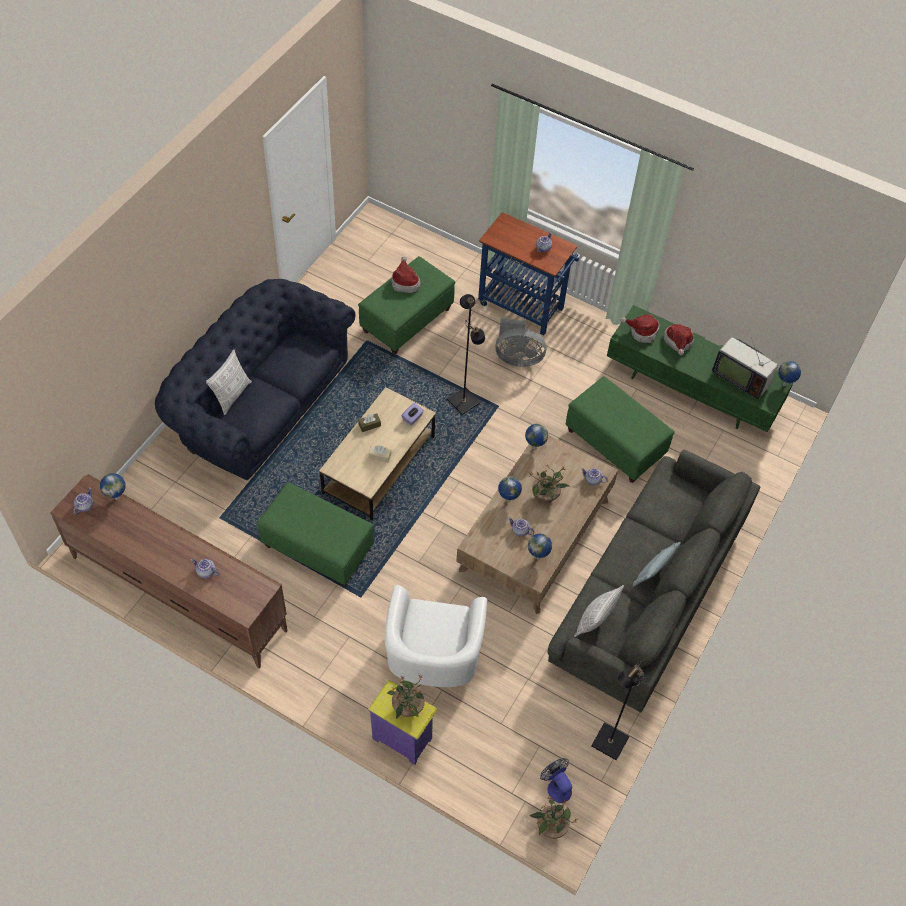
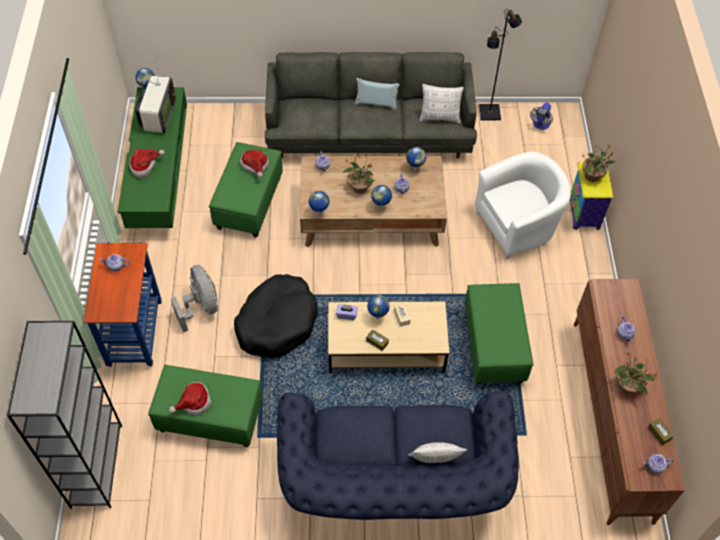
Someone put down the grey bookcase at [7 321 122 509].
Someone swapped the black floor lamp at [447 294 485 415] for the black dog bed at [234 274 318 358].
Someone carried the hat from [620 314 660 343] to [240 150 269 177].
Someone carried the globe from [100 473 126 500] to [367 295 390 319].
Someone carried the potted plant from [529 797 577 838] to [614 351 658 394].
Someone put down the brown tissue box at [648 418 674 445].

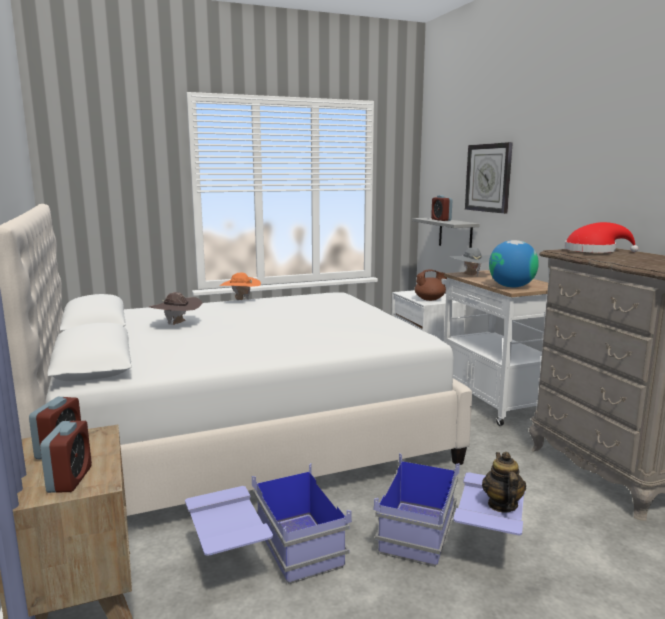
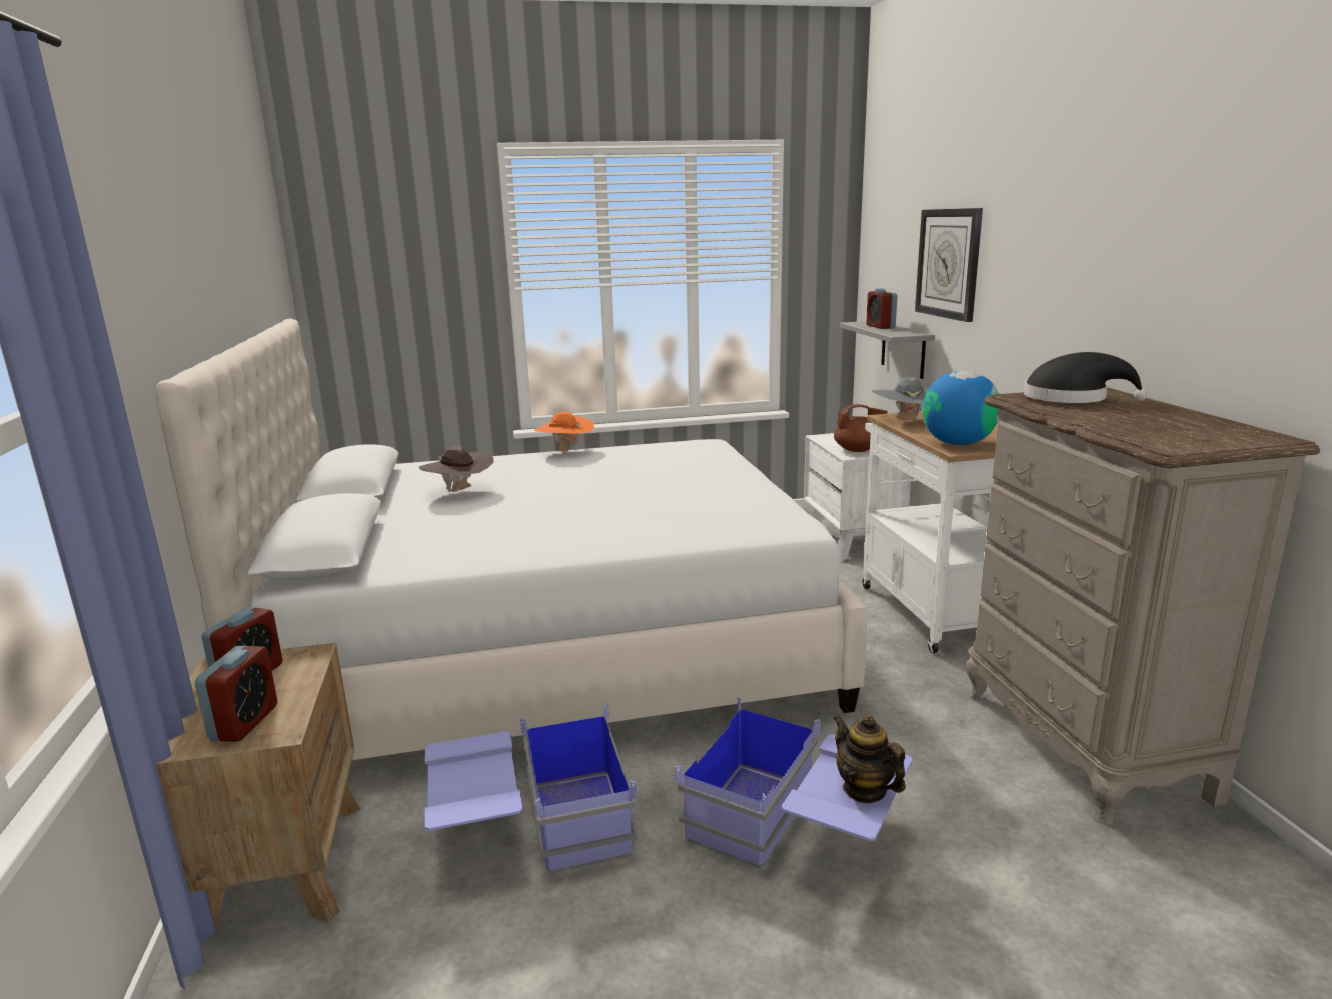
Someone rotated the teapot at [482 452 526 513] by 45 degrees counterclockwise.
Someone repainted the red hat at [564 222 639 253], which became the black hat at [1024 352 1147 403].

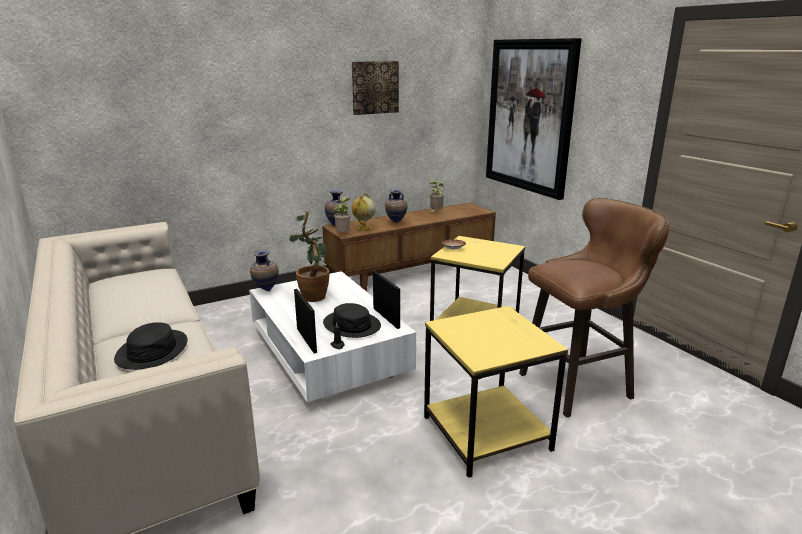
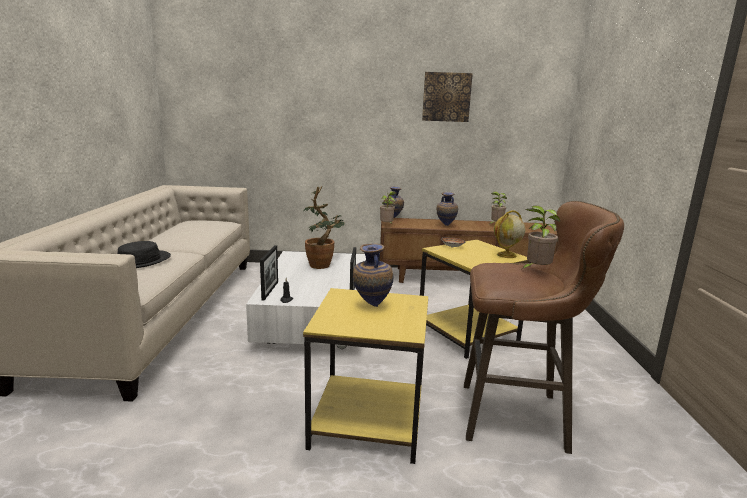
Someone carried the vase from [250 249 279 291] to [353 243 393 307].
Someone carried the globe from [352 193 376 231] to [494 210 525 258].
Someone put down the potted plant at [522 206 560 269].
Someone took away the black hat at [323 303 381 338].
Someone took away the picture at [486 38 582 200].

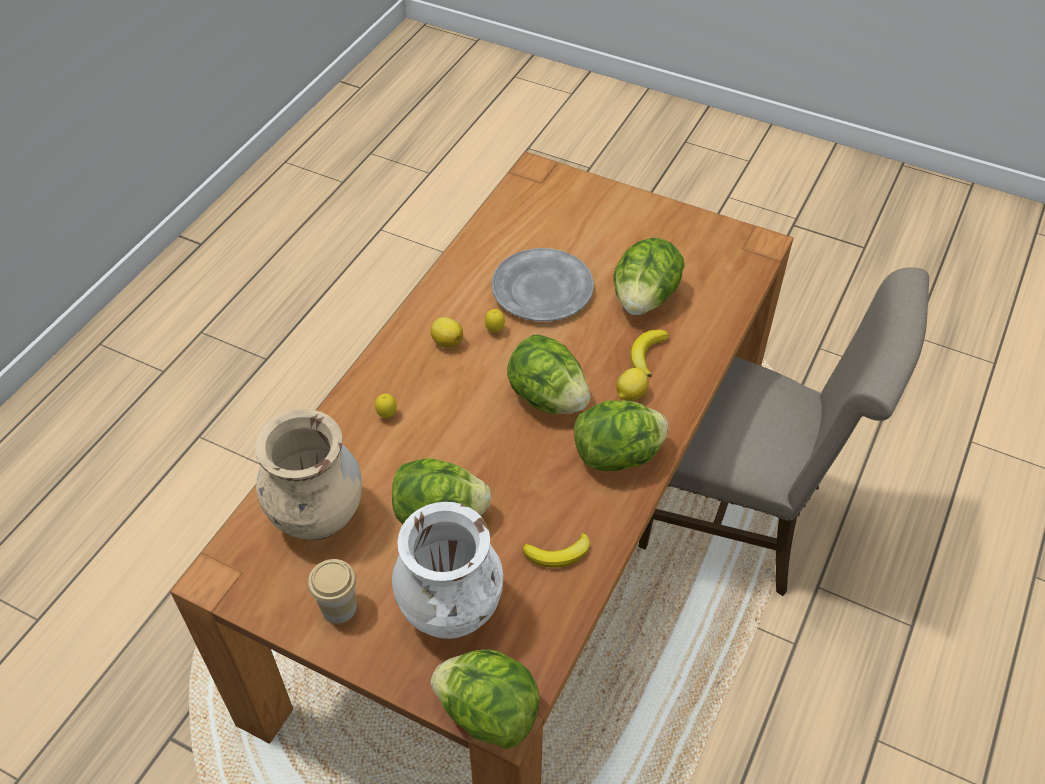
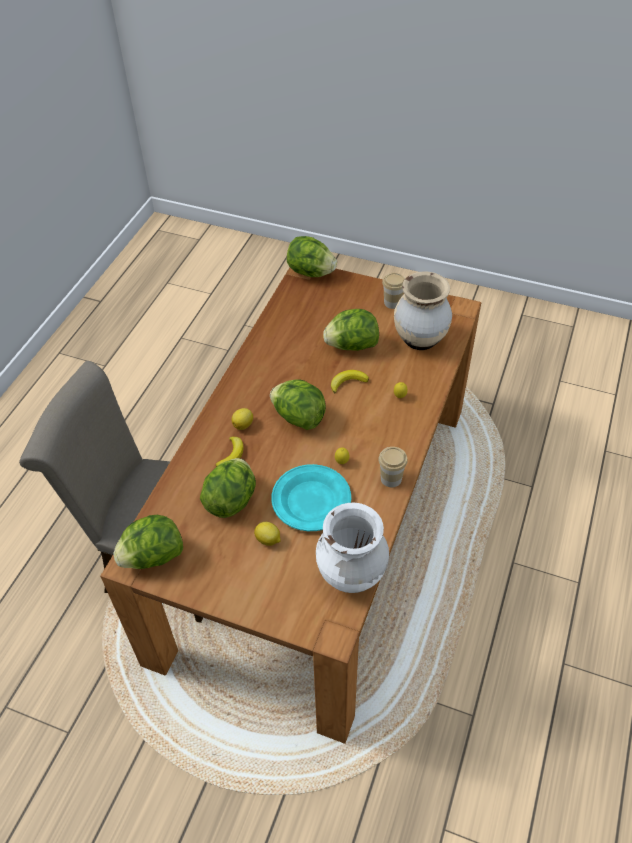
Someone carried the lettuce from [574 400 668 471] to [113 515 183 569].
Someone carried the lemon from [431 317 463 348] to [254 522 280 546].
Someone repainted the grey plate at [491 248 594 322], which became the turquoise plate at [271 464 351 531].
Someone carried the white vase from [392 502 503 639] to [316 503 389 593].
Someone carried the banana from [523 533 590 568] to [331 370 369 394].
Someone put down the cup at [378 447 408 487].

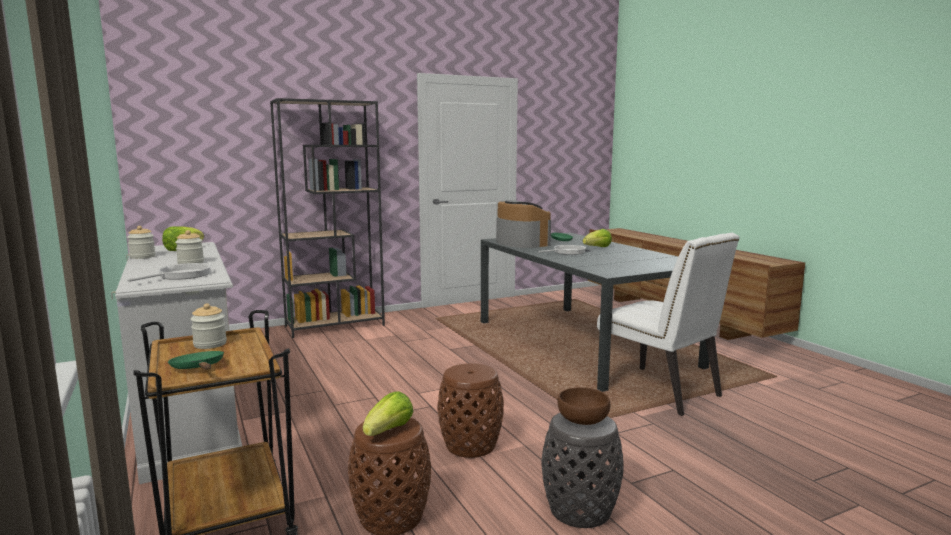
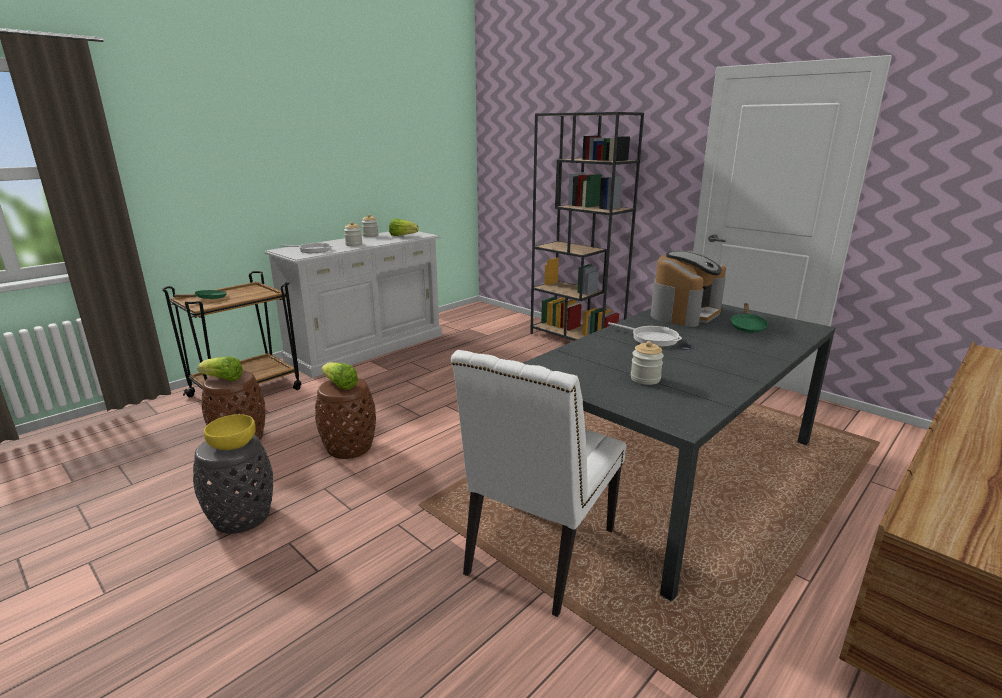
Someone repainted the brown bowl at [558 387 610 425], which became the yellow bowl at [204 414 256 450].
Someone carried the lettuce from [583 229 612 247] to [321 362 358 390].
Someone carried the jar from [191 303 227 349] to [631 341 664 385].

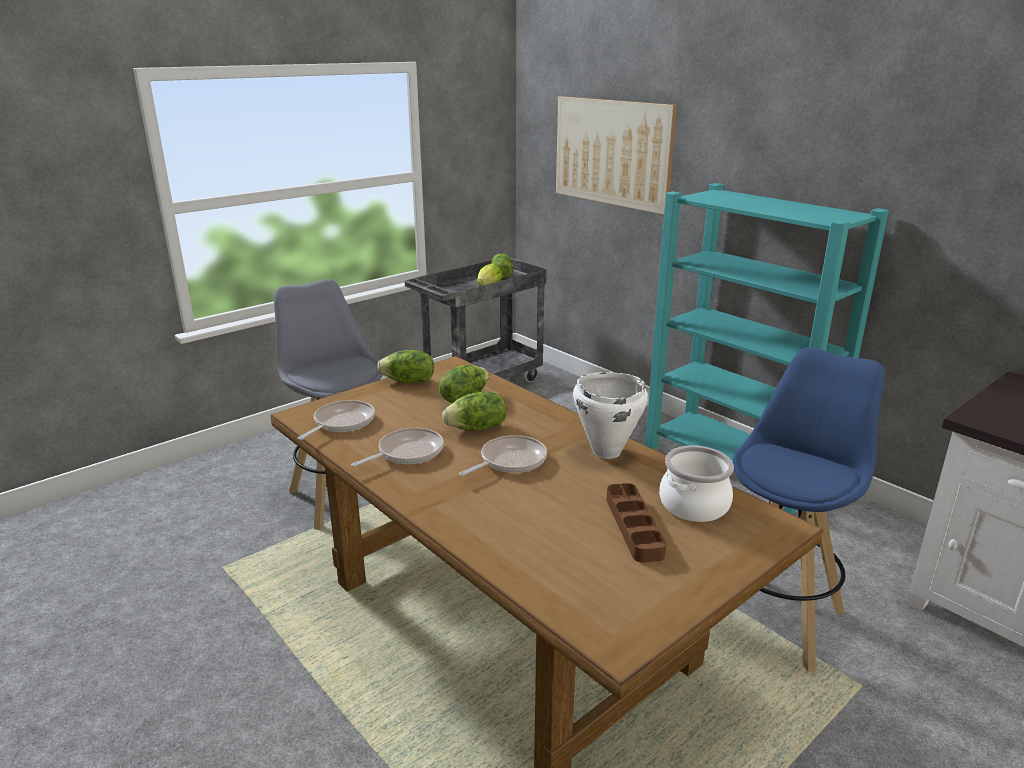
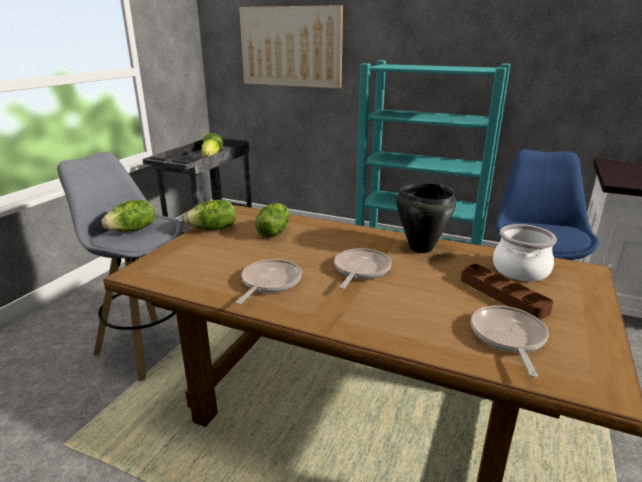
Someone carried the lettuce from [442 392 507 431] to [102 200 155 232].
Someone repainted the white cooking pot at [573 372 648 459], which became the black cooking pot at [396 183 456 253].
Someone carried the frying pan from [298 400 375 440] to [471 306 549 377].

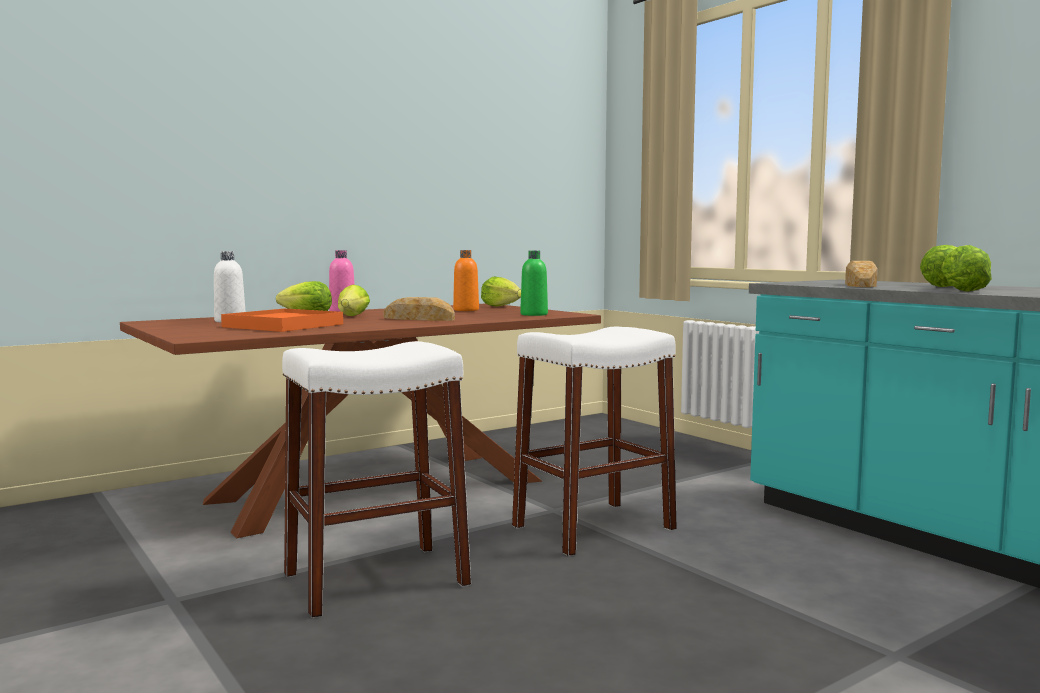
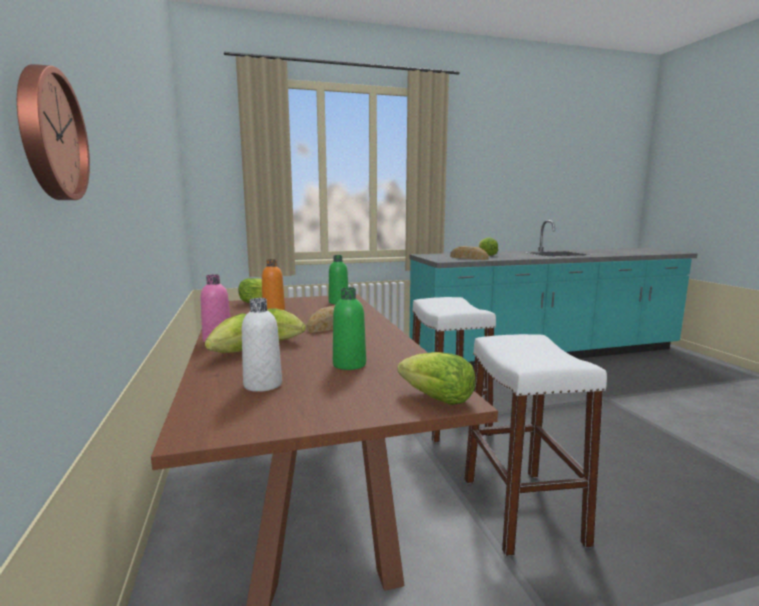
Someone put up the wall clock at [17 64 90 200].
Someone swapped the orange tray at [221 309 343 332] for the green bottle at [333 287 366 370].
Someone carried the lettuce from [941 245 992 292] to [397 352 476 405].

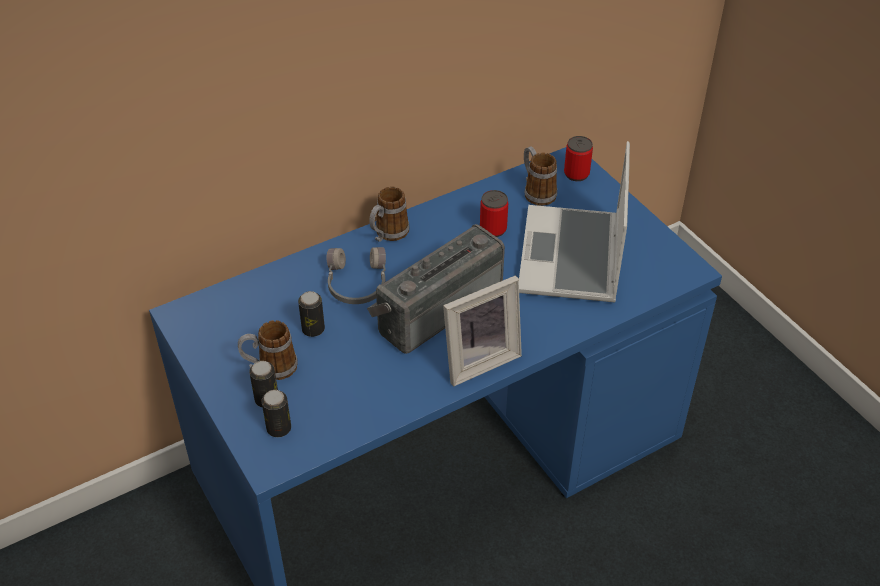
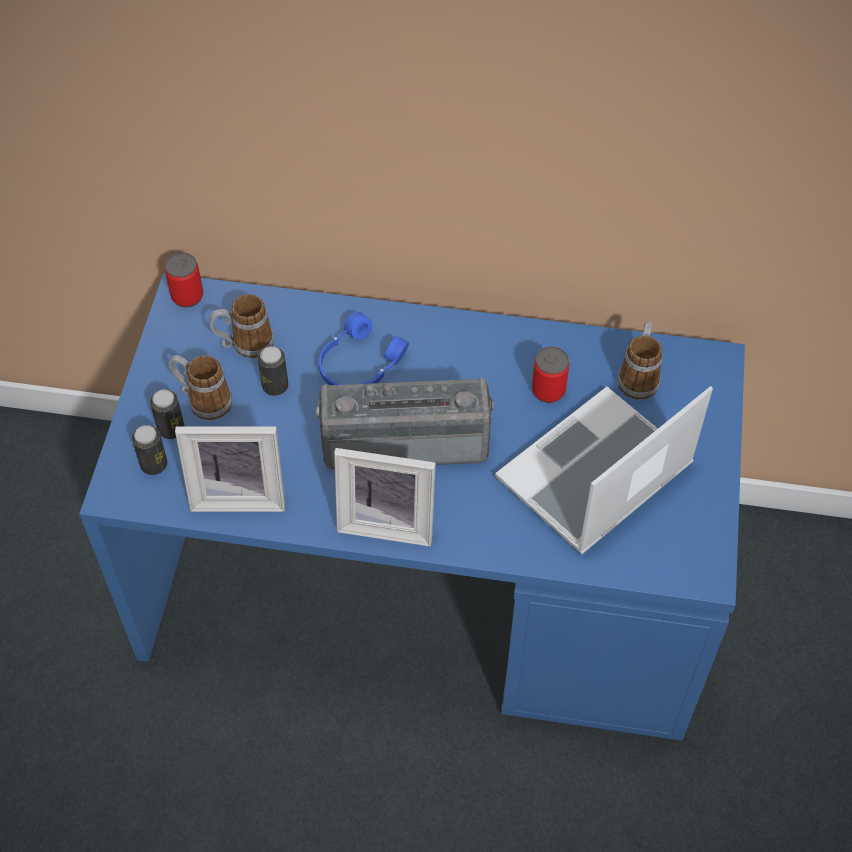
Someone carried the can from [564 136 593 181] to [165 252 203 308].
Someone put down the picture frame at [175 427 285 512].
Someone carried the mug from [369 186 409 242] to [209 294 274 358].
Someone repainted the grey headphones at [326 247 386 304], which became the blue headphones at [319 312 409 385].

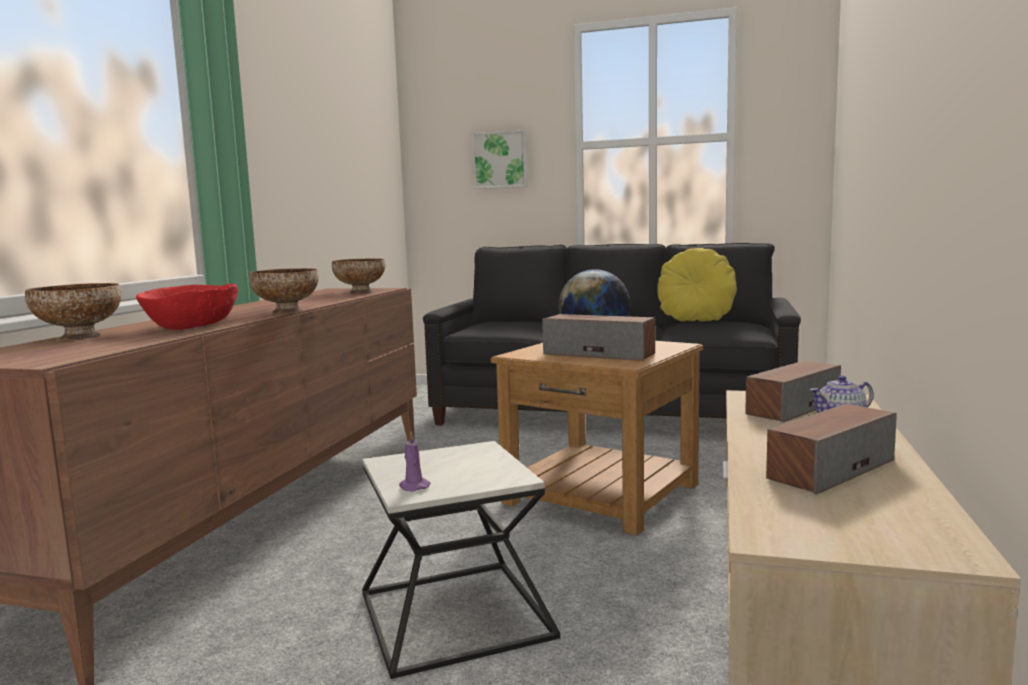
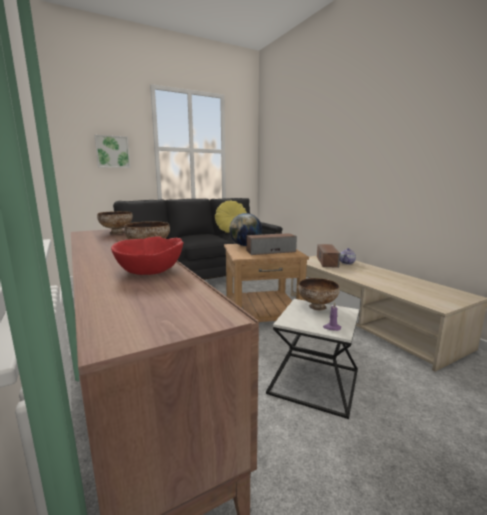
Someone carried the bowl from [25 283 121 340] to [298 278 340 310].
Someone took away the speaker at [766 404 897 495].

